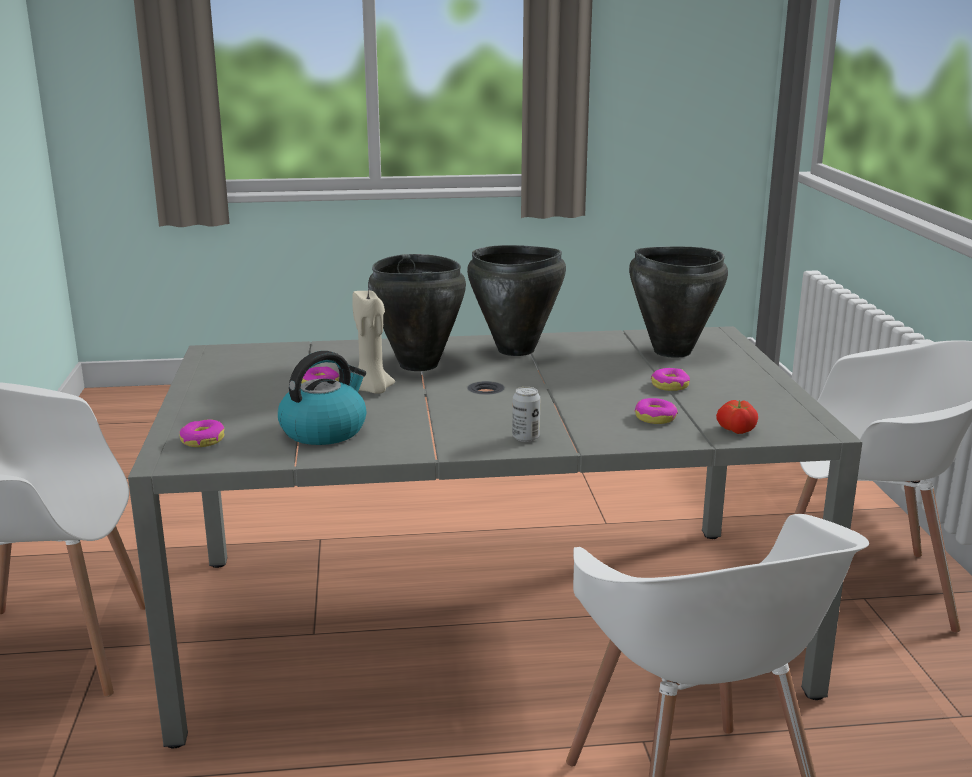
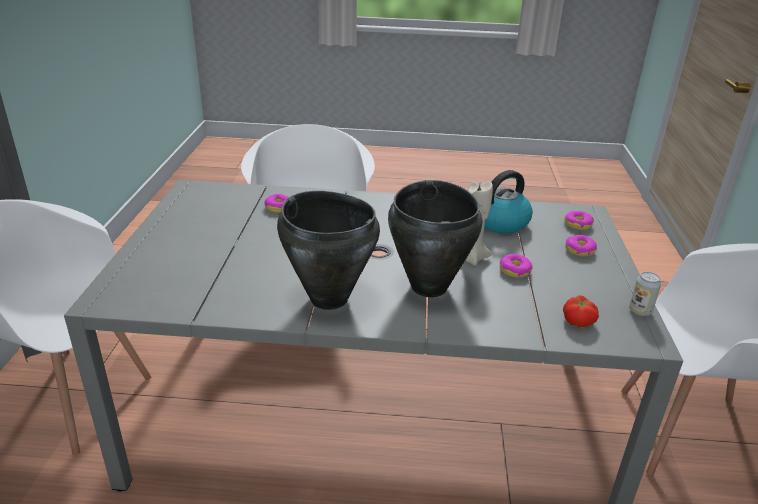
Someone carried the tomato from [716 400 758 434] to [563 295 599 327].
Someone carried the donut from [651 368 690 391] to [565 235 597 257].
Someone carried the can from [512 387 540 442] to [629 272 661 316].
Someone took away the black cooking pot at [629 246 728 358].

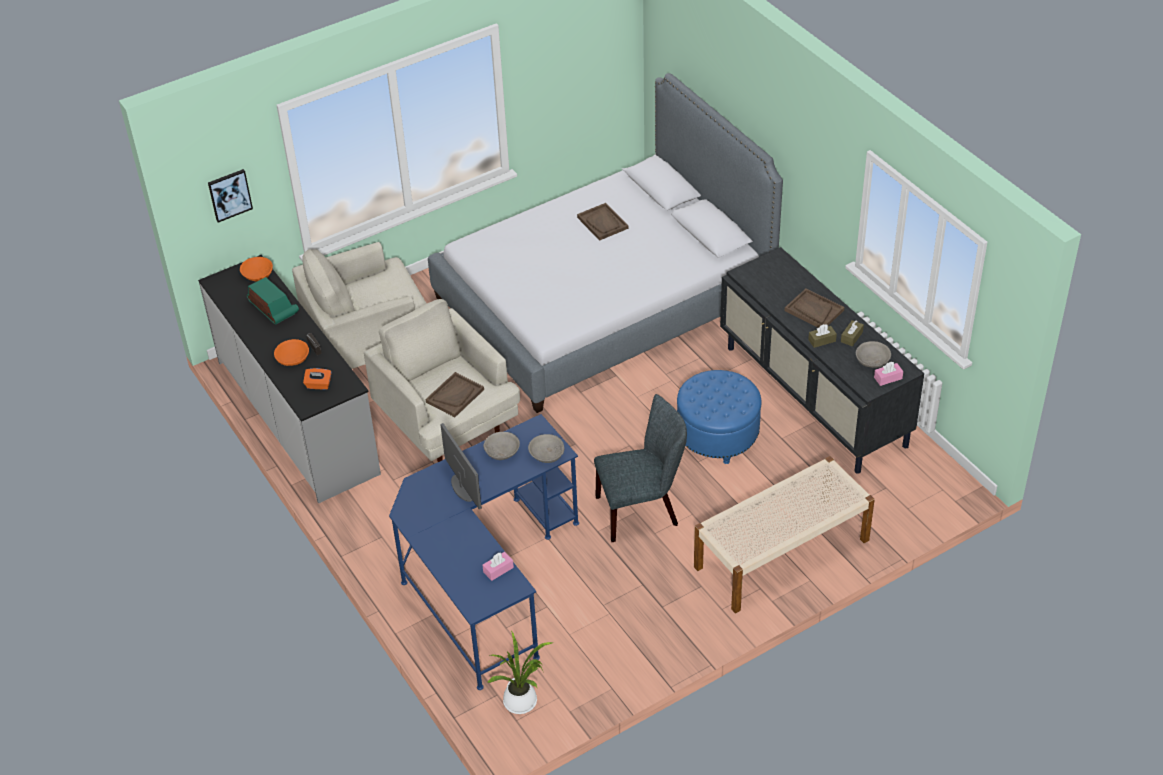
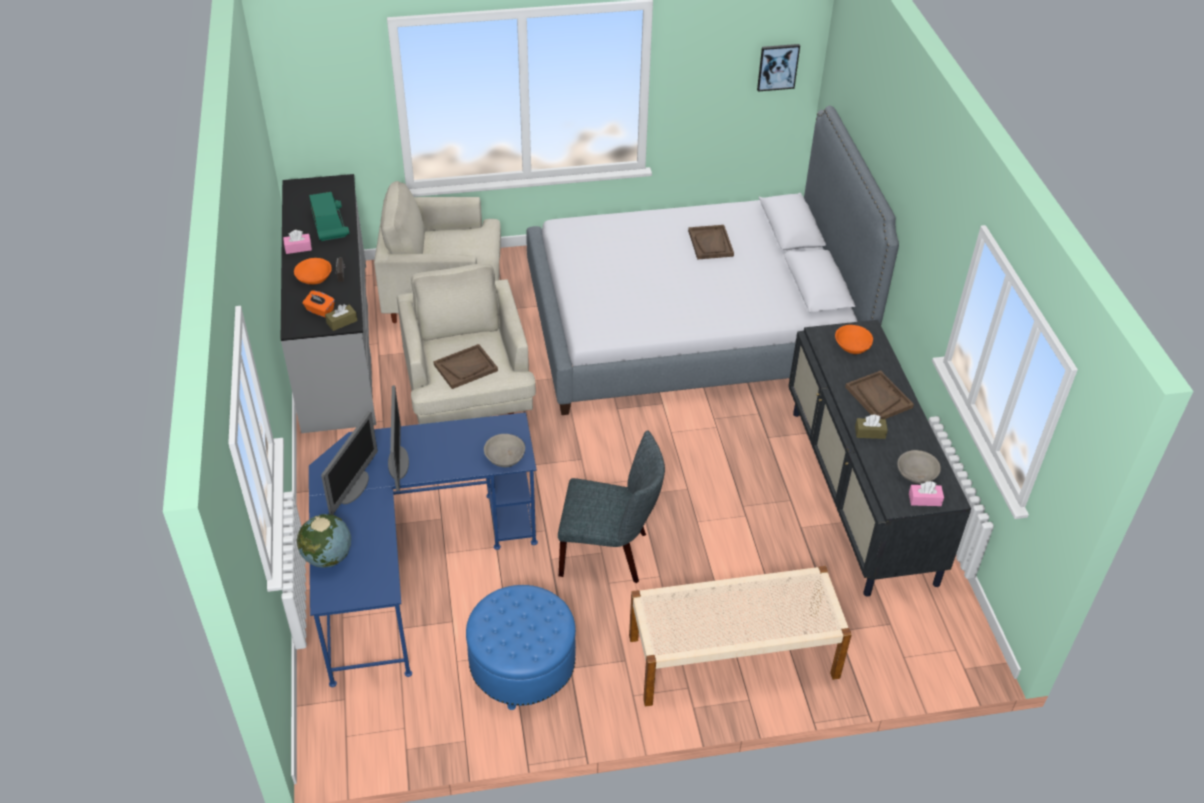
Someone carried the pink tissue box from [483 552 514 581] to [283 230 312 254].
Someone put down the globe at [297 514 351 568].
Someone put down the monitor at [321 411 378 515].
Someone carried the brown tissue box from [841 320 864 346] to [325 304 357 331].
Someone carried the blue ottoman from [677 370 761 464] to [466 585 576 710].
Someone carried the picture from [208 169 253 222] to [757 44 800 92].
Someone carried the orange bowl from [240 257 273 281] to [835 325 873 354].
Someone took away the grey bowl at [483 432 520 460].
Someone took away the potted plant at [487 631 553 714].

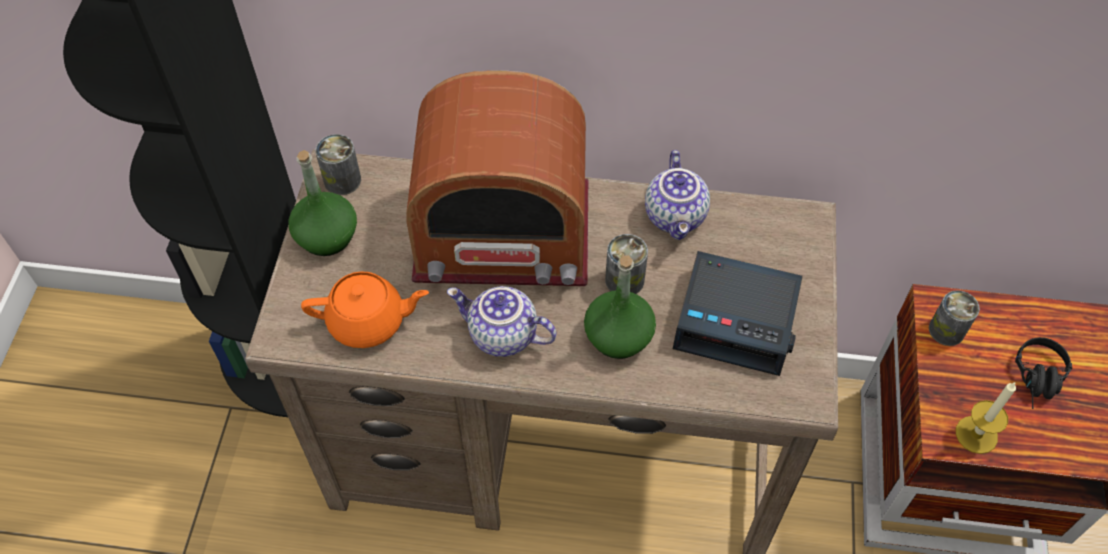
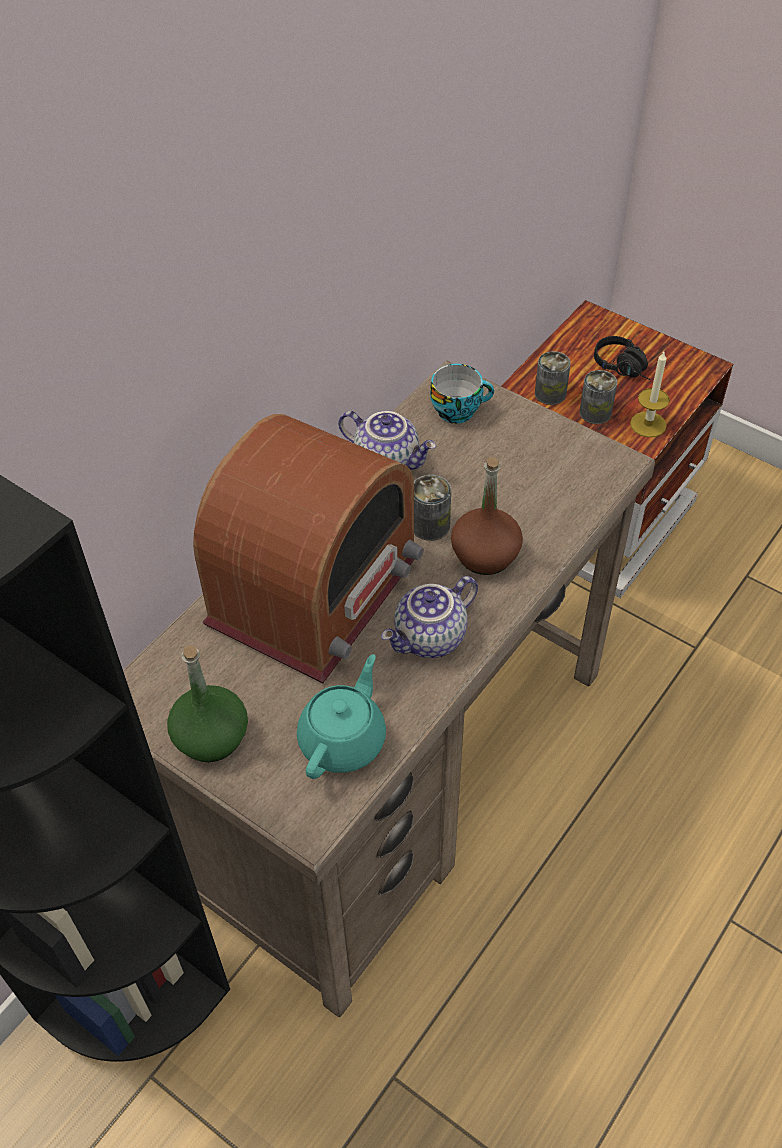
Someone repainted the orange teapot at [301 271 429 348], which became the turquoise teapot at [297 654 386 779].
Someone put down the cup at [430 364 494 424].
Someone repainted the green bottle at [584 255 656 359], which became the brown bottle at [451 457 523 575].
Someone carried the can from [315 134 361 195] to [580 370 617 424].
Someone took away the alarm clock at [673 251 803 376].

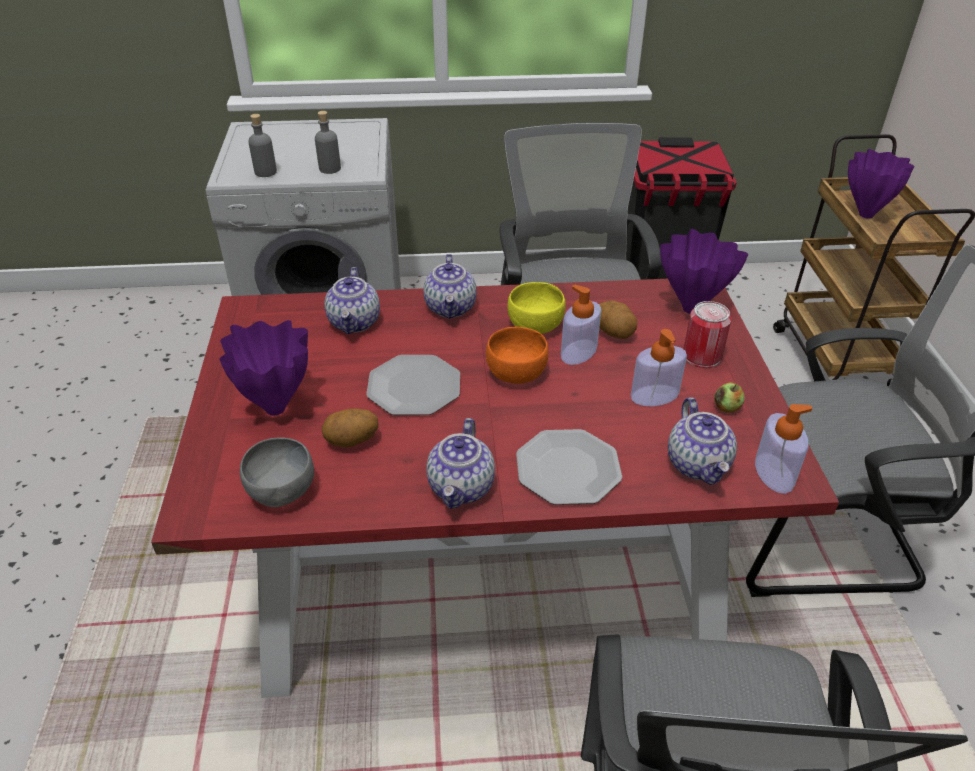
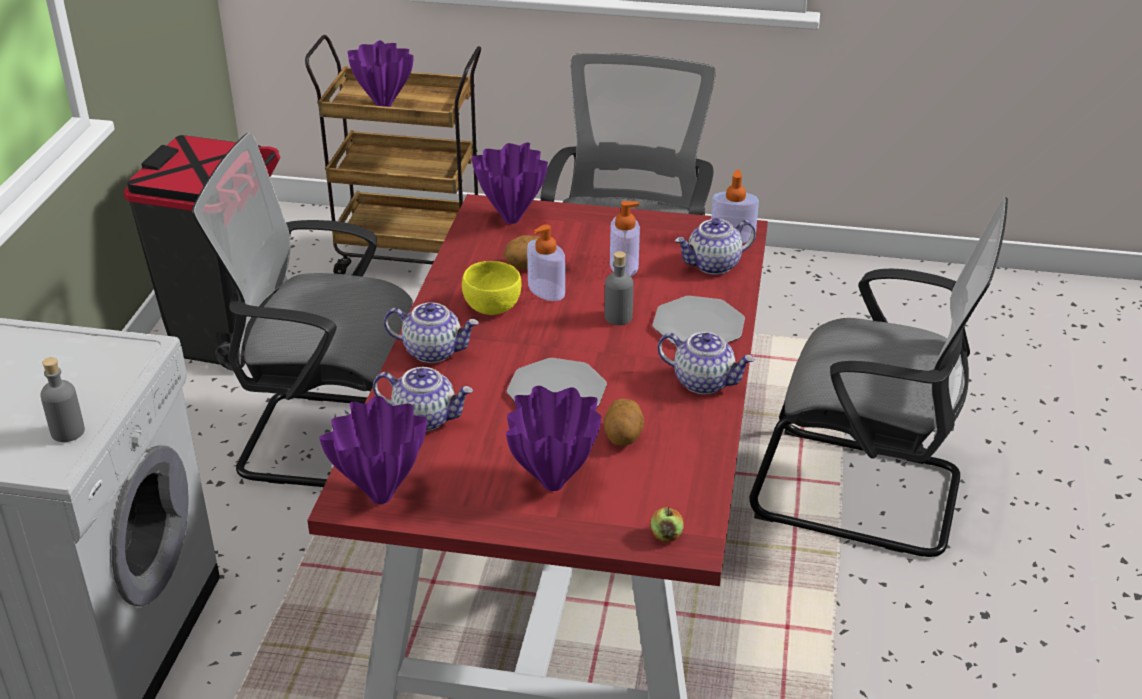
Someone put down the purple vase at [319 396 427 504].
Someone carried the grey bottle from [315 111 341 174] to [605 251 633 325].
Someone carried the apple from [714 383 745 413] to [651 507 684 542].
Someone rotated the teapot at [668 397 737 485] by 150 degrees clockwise.
Someone took away the grey bowl at [240 438 314 507].
Someone took away the orange bowl at [486 327 549 384].
Someone took away the can at [683 301 732 368].

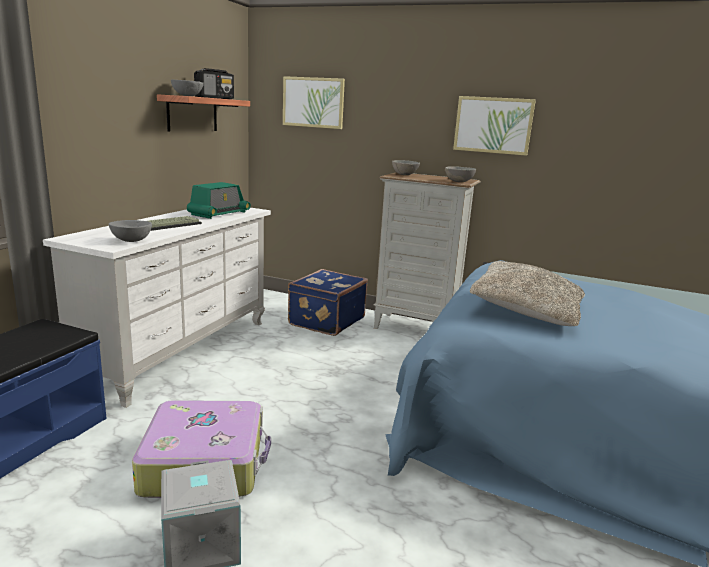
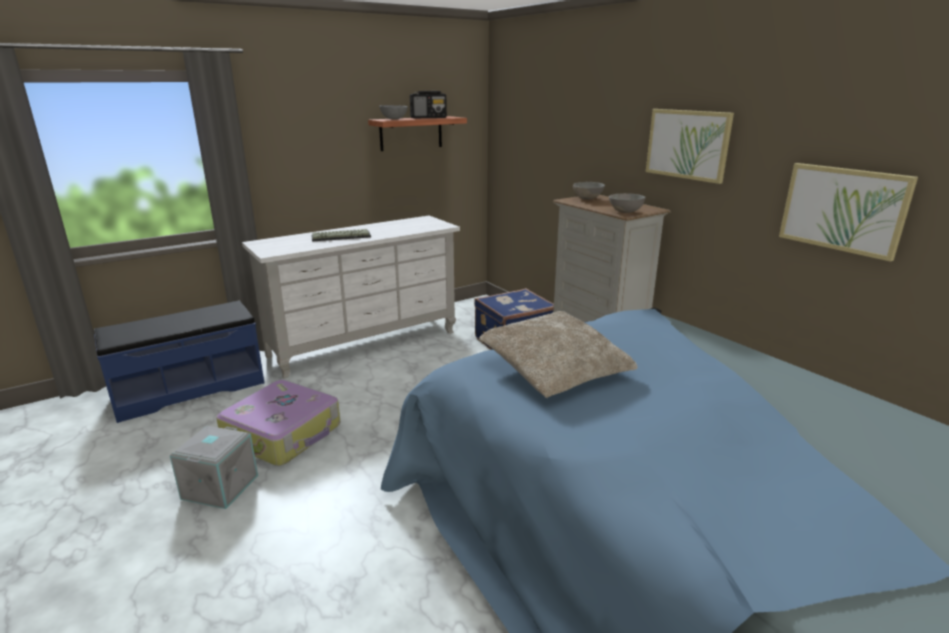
Someone carried the picture from [283 76 345 129] to [779 163 918 262].
Someone took away the grey bowl at [109 220 152 242].
Someone took away the radio at [187 182 251 219].

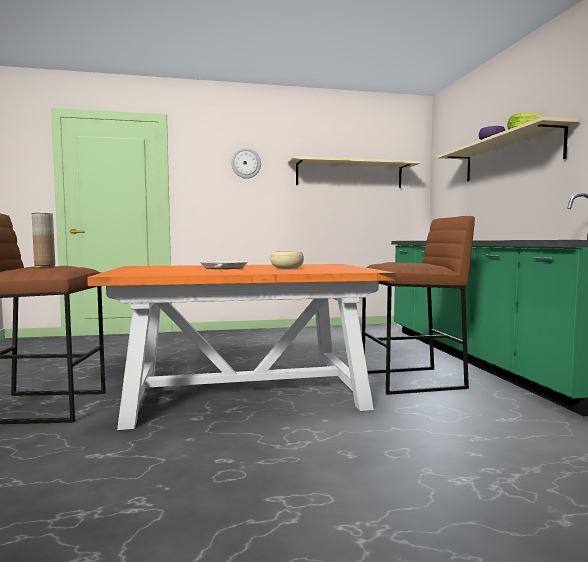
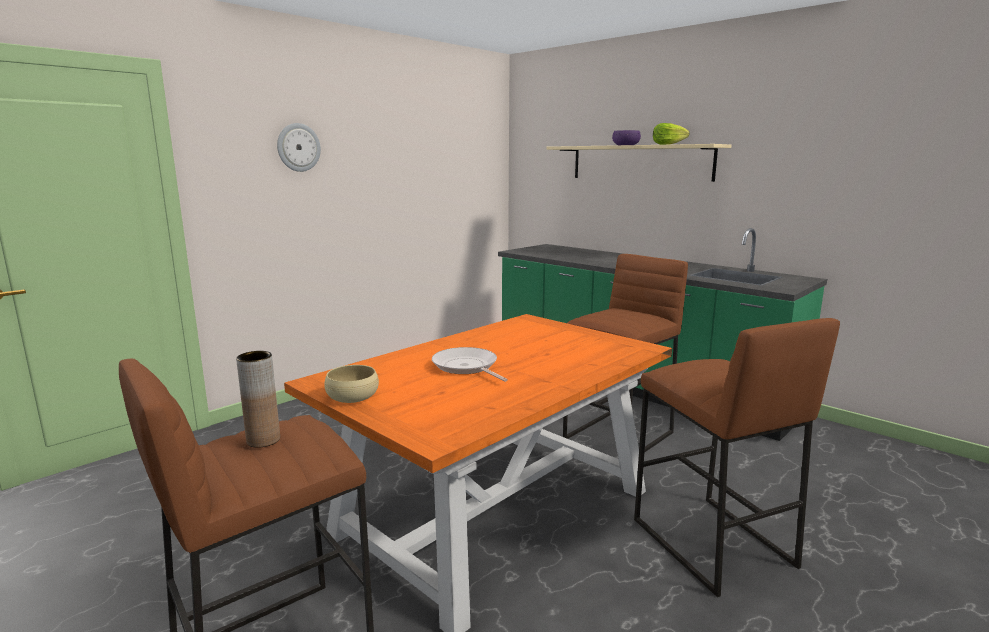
Someone carried the beige bowl from [270 251 304 269] to [324 365 379 403].
Someone put down the brown stool at [634 318 840 597].
Someone took away the beige shelf at [288 156 421 188].

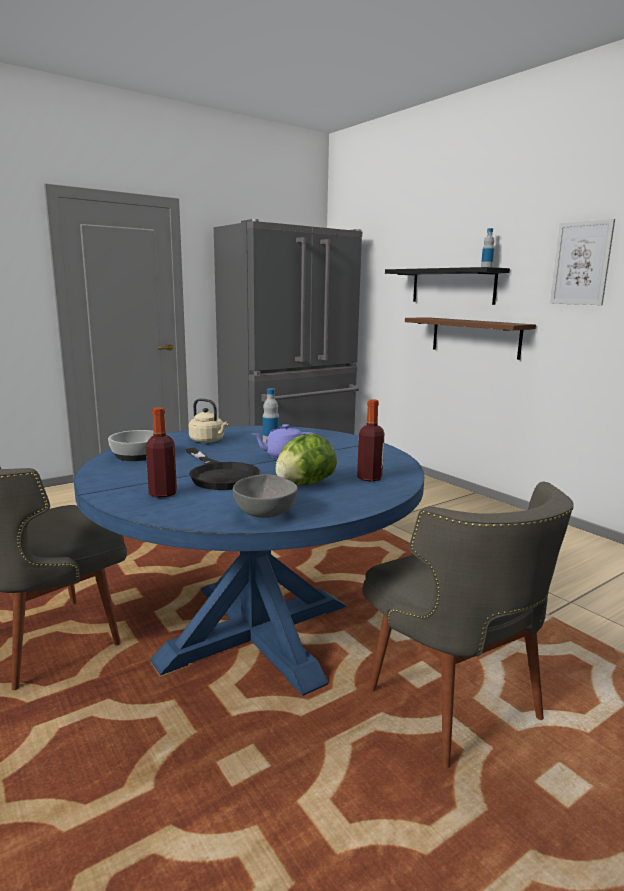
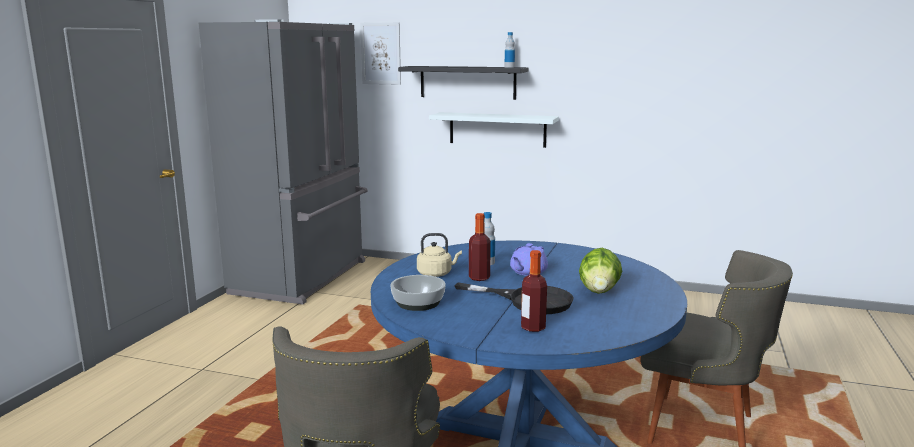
Someone carried the picture from [550 219 615 305] to [360 22 401 85].
Someone repainted the brown shelf at [405 317 536 360], which became the white shelf at [429 112 559 148].
Someone carried the bottle from [357 399 385 482] to [469 213 491 281].
Someone took away the grey bowl at [233 474 298 518].

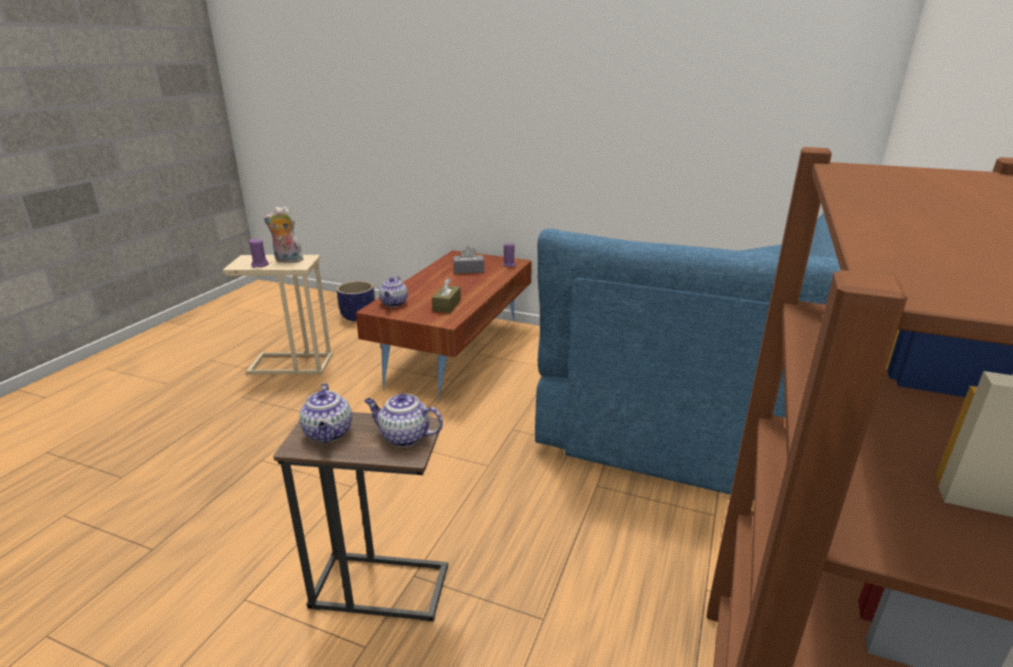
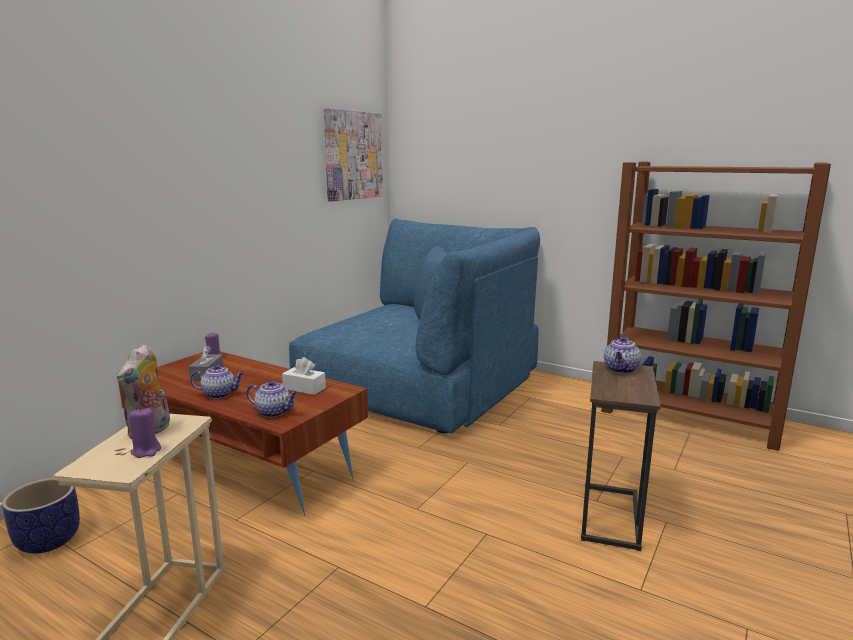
Someone carried the teapot from [299 383 352 443] to [190 365 245 399].
Someone repainted the brown tissue box at [432 278 461 313], which became the white tissue box at [282 357 326 395].
Someone put up the picture at [324 108 383 201].

